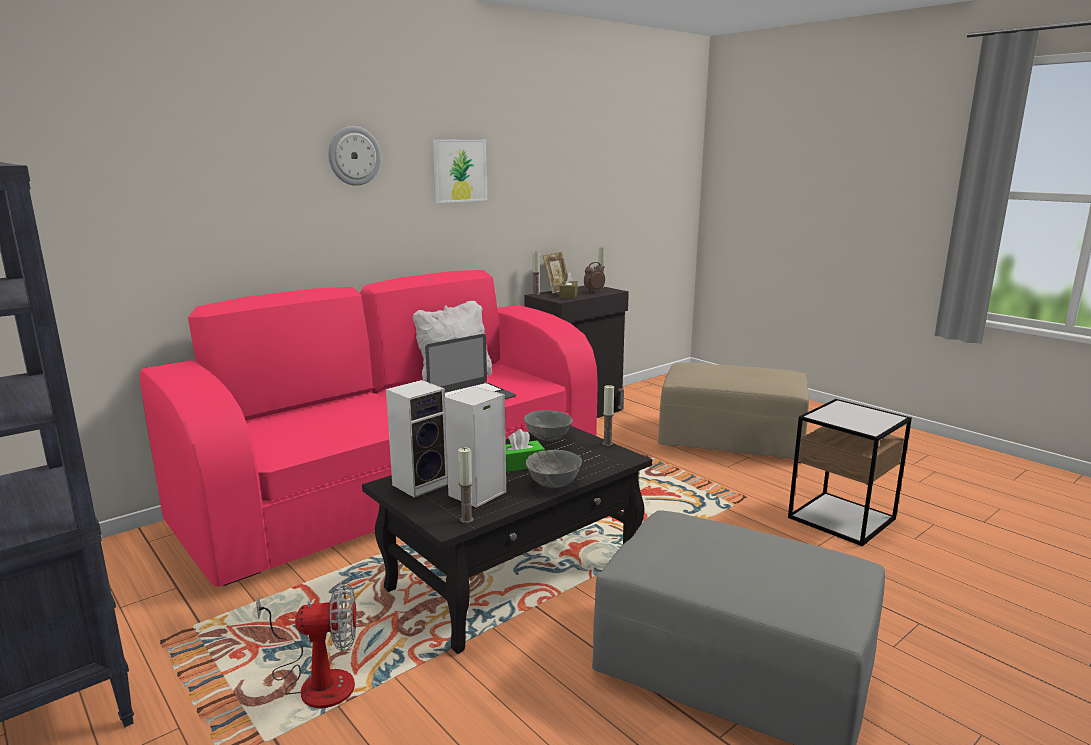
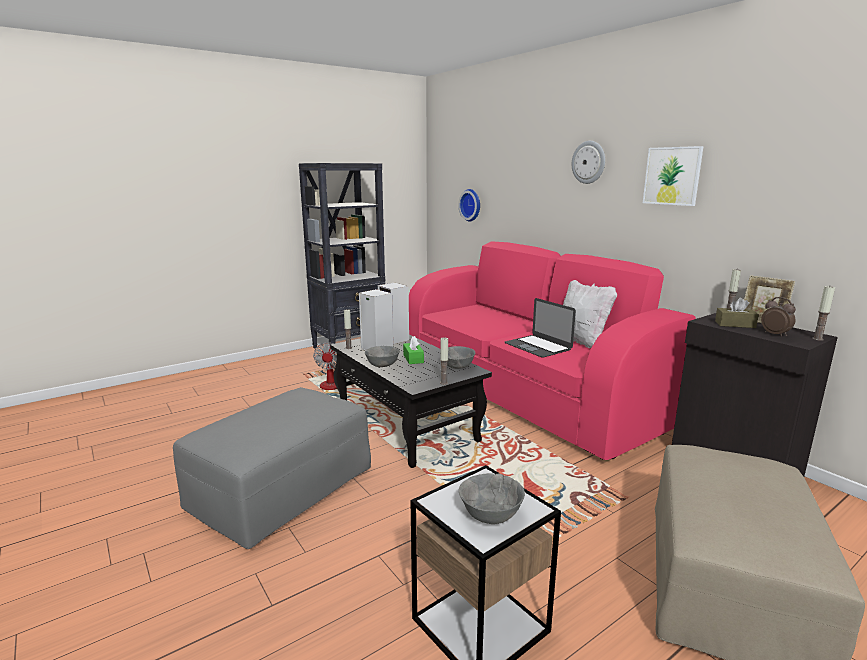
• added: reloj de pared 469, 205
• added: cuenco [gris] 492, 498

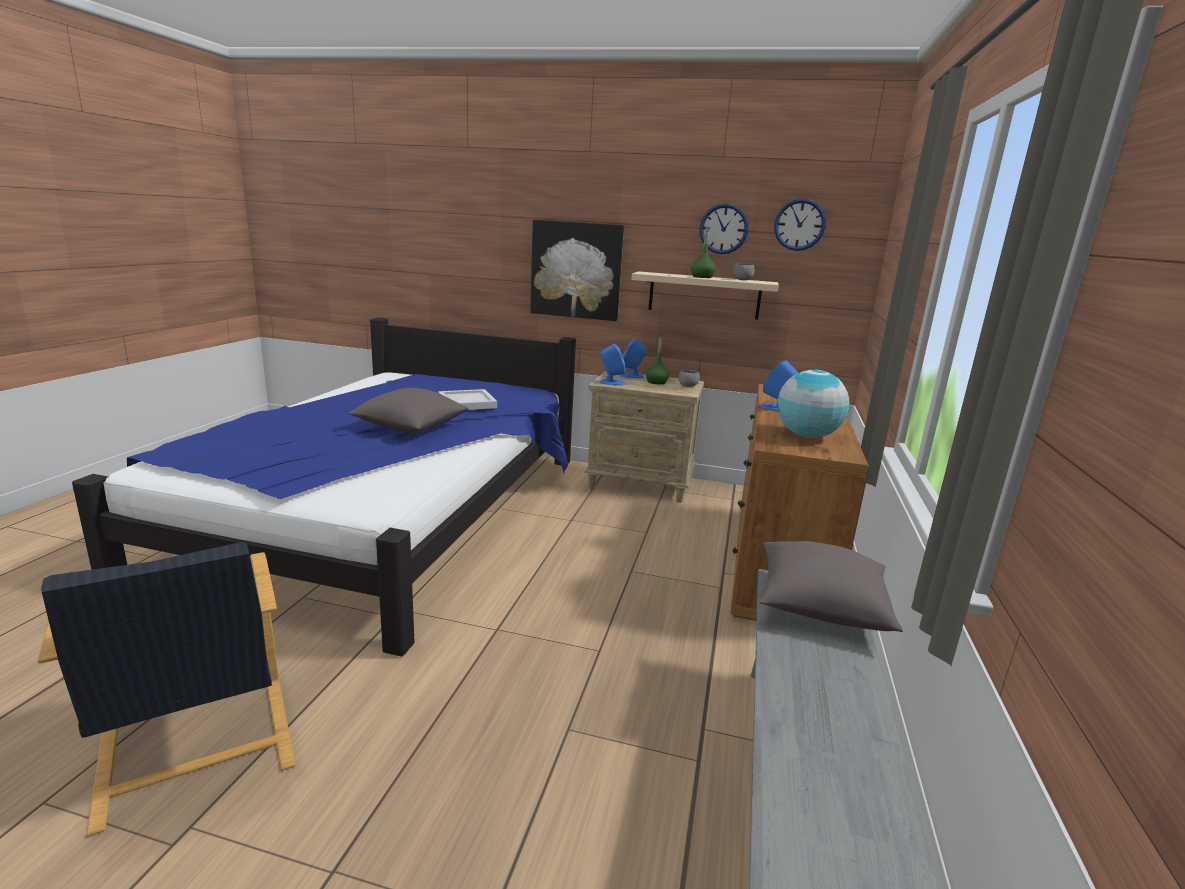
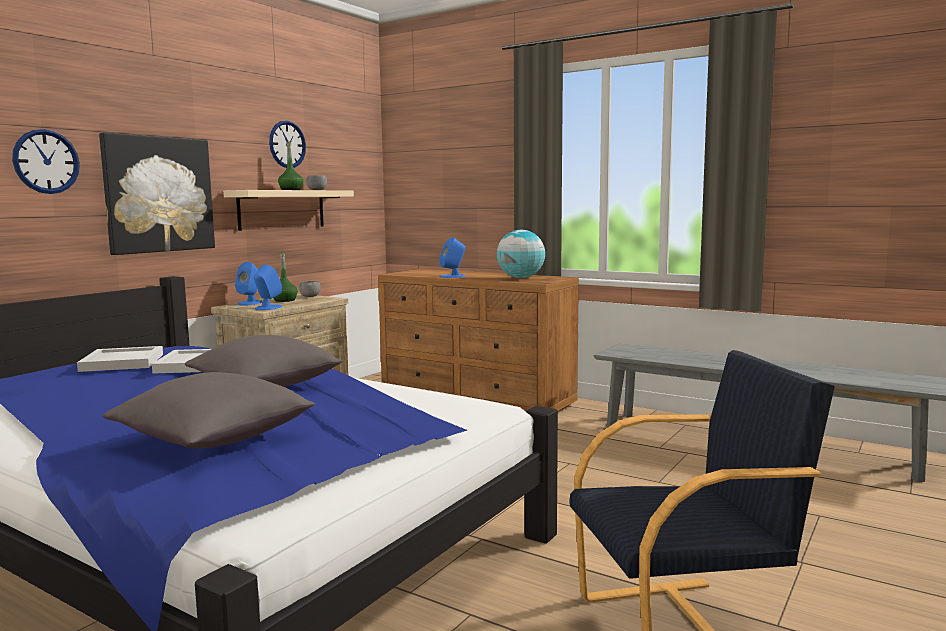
• added: bandeja [blanco] 120, 359
• moved: cojín [gris] 831, 586 to 209, 410
• moved: reloj de pared 800, 225 to 46, 161

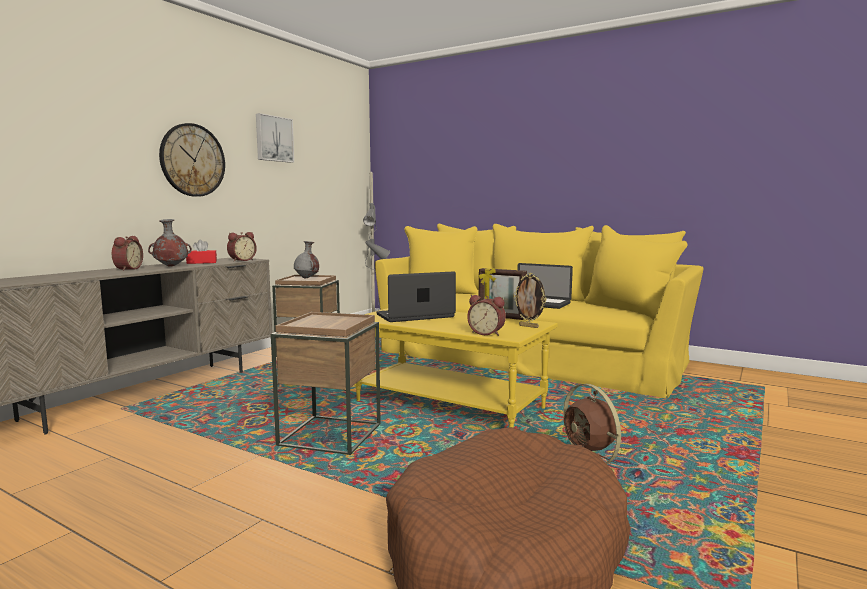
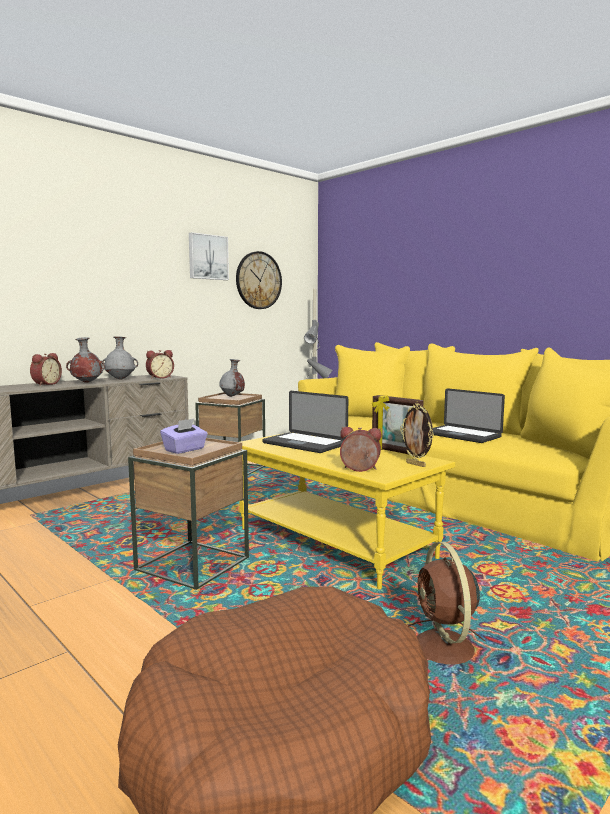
• added: caja de pañuelos [morado] 184, 436
• moved: reloj de pared 192, 160 to 259, 280
• replaced: caja de pañuelos [rojo] 201, 252 to florero [gris] 120, 358
• turned: portátil 416, 297 = 305, 422 135 degrees counterclockwise
• turned: despertador 486, 315 = 360, 449 150 degrees clockwise

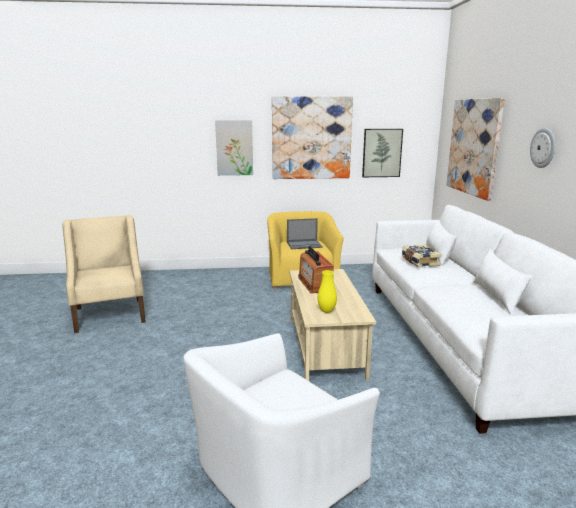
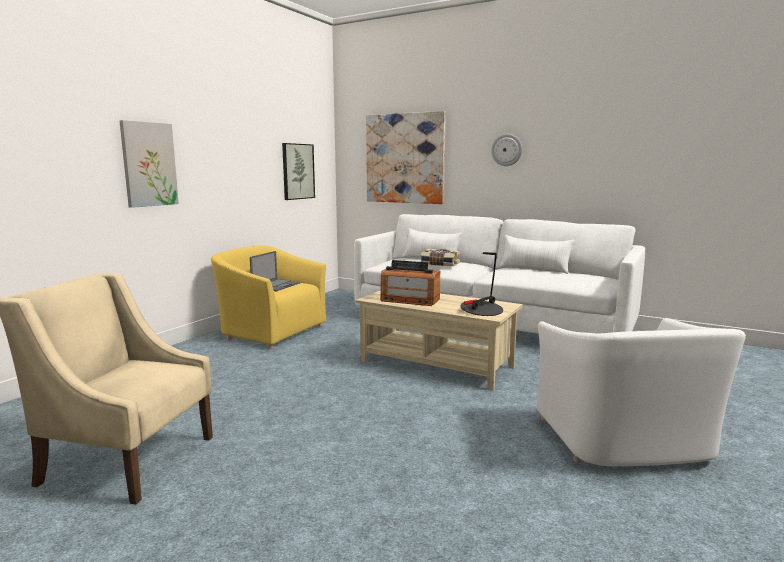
• removed: cuadro 312, 137
• replaced: florero [amarillo] 327, 291 to lámpara de mesa 481, 284

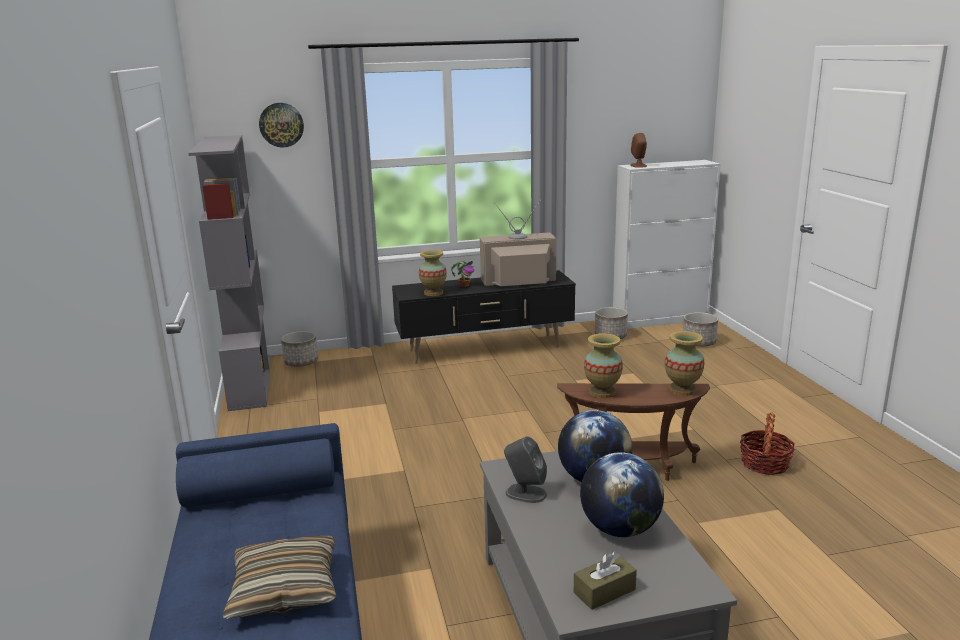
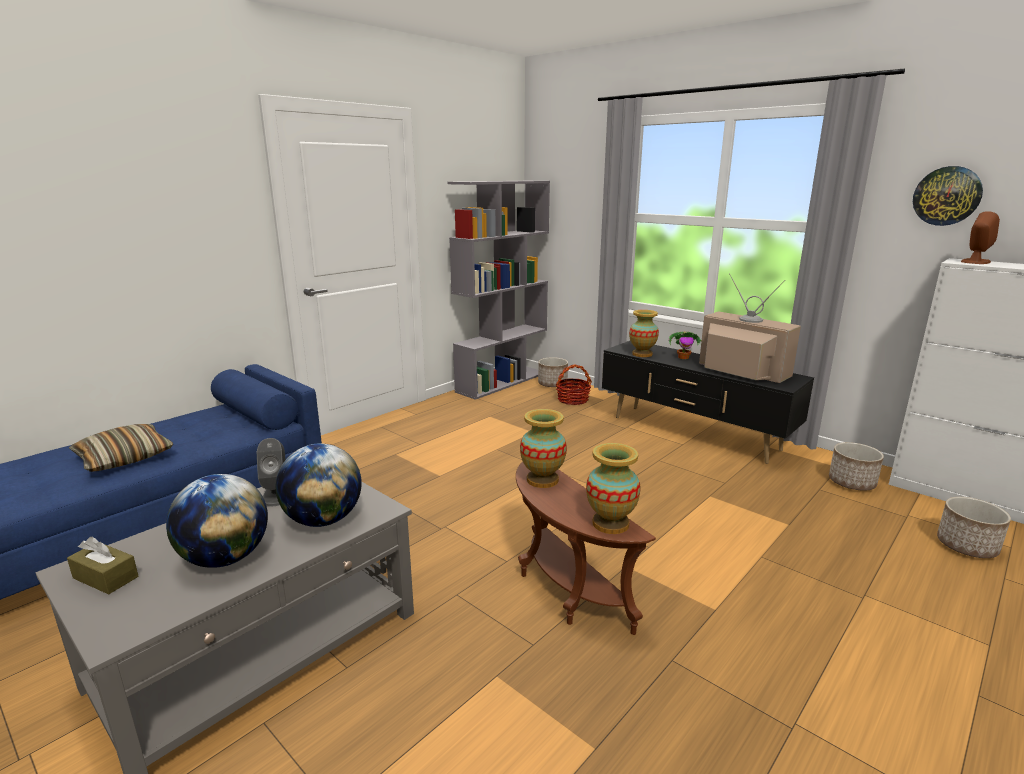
• moved: reloj de pared 281, 125 to 948, 196
• moved: cesta 767, 443 to 574, 384

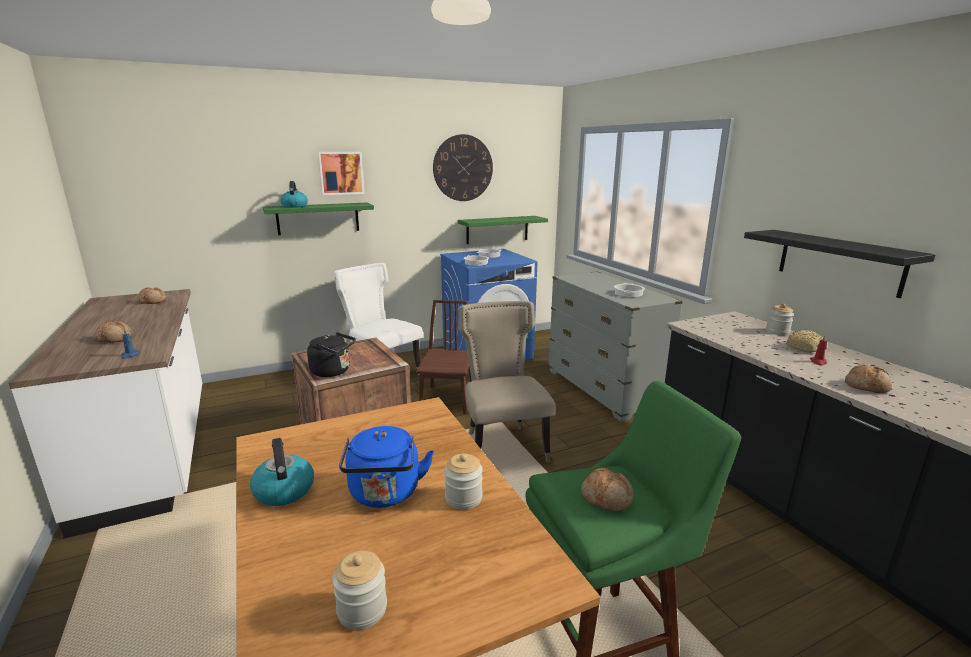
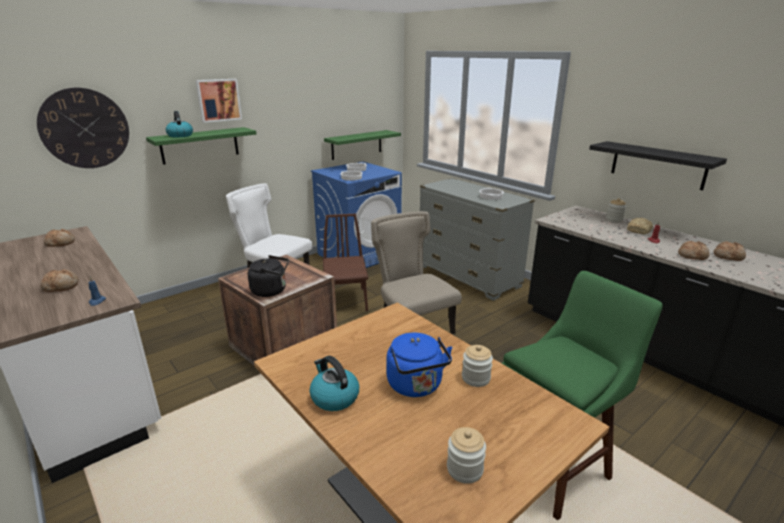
• moved: reloj de pared 463, 167 to 83, 127
• moved: pan 607, 490 to 730, 251

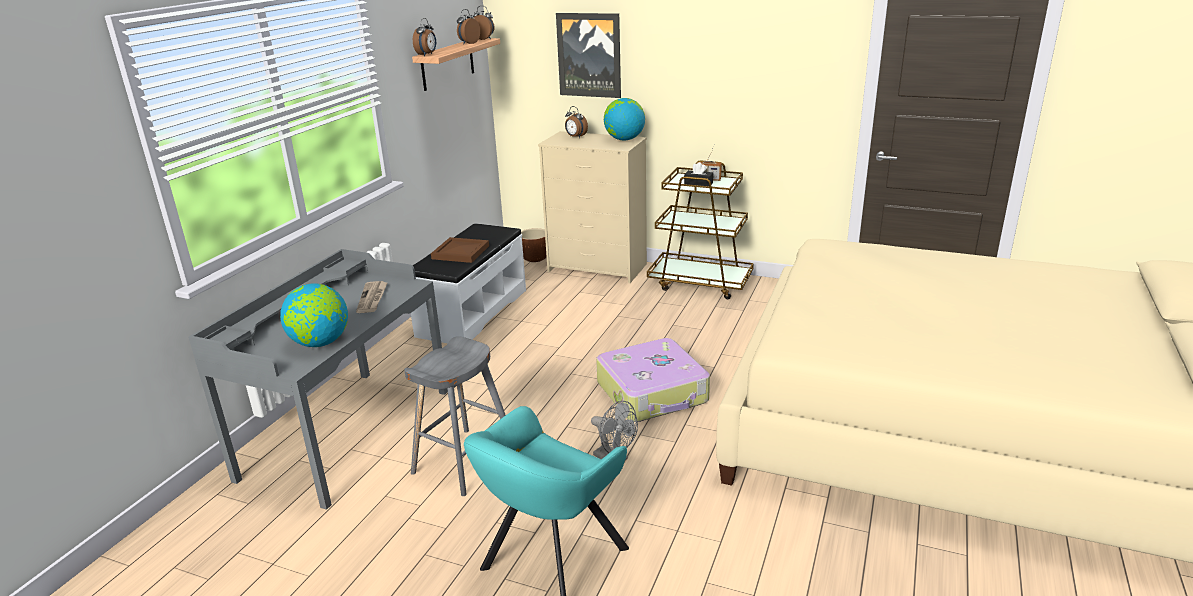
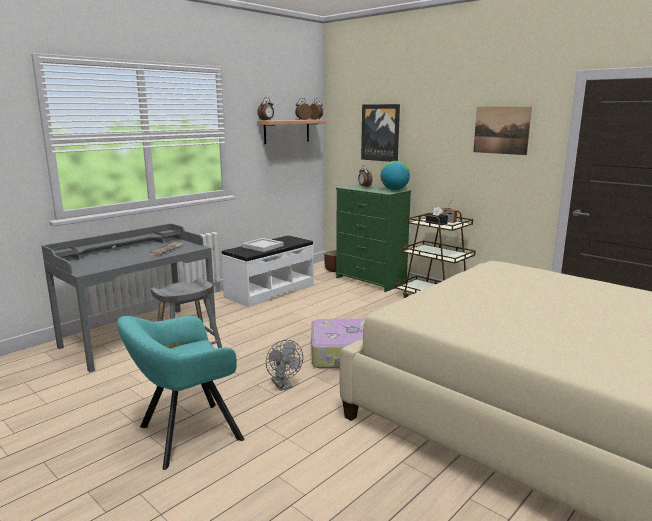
• removed: globo terráqueo 314, 315
• added: cuadro 502, 131
• recoloured: bandeja [marrón] 460, 250 to bandeja [blanco] 263, 245
• recoloured: cómoda [beis] 592, 207 to cómoda [verde] 373, 238

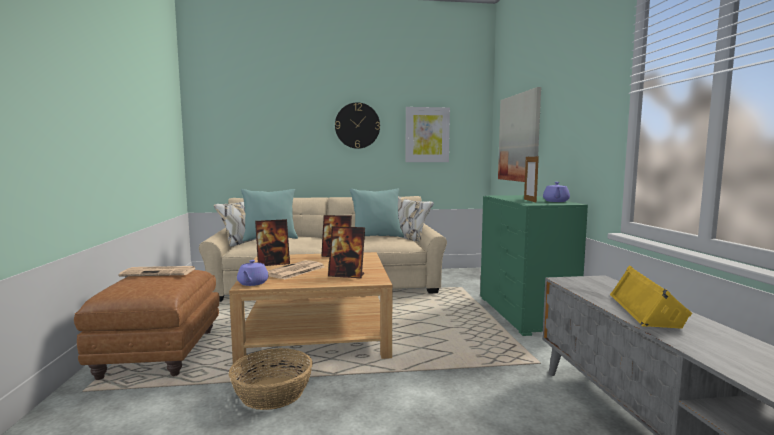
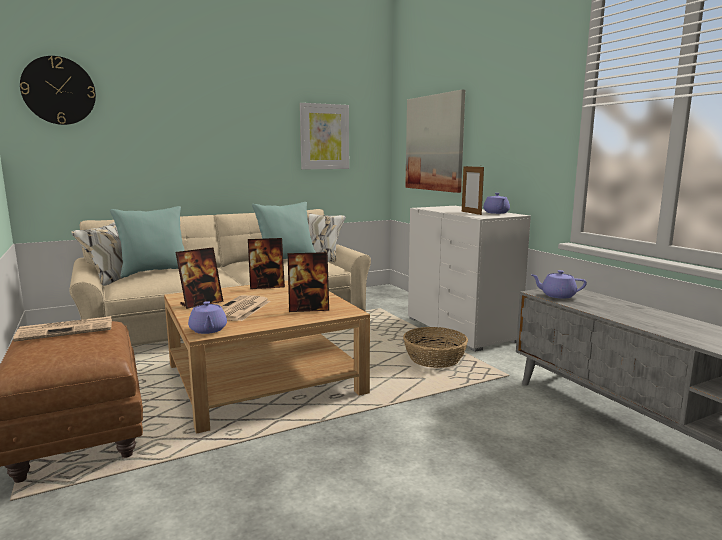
• removed: altavoz [amarillo] 651, 297
• added: tetera [morado] 559, 284
• moved: cesta 271, 379 to 435, 347
• moved: reloj de pared 357, 125 to 58, 90
• recoloured: cómoda [verde] 534, 265 to cómoda [blanco] 469, 279

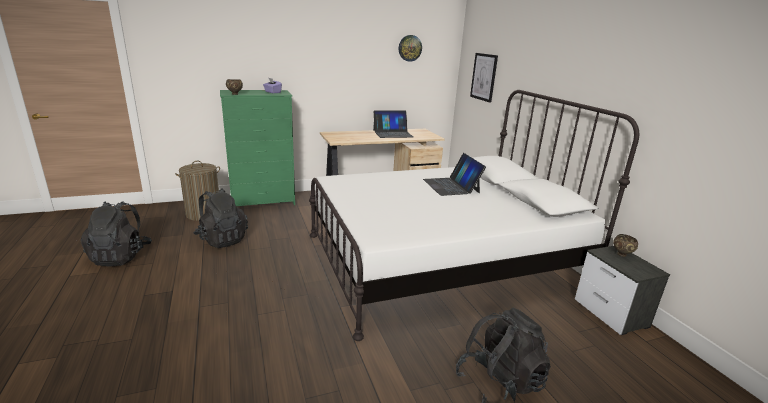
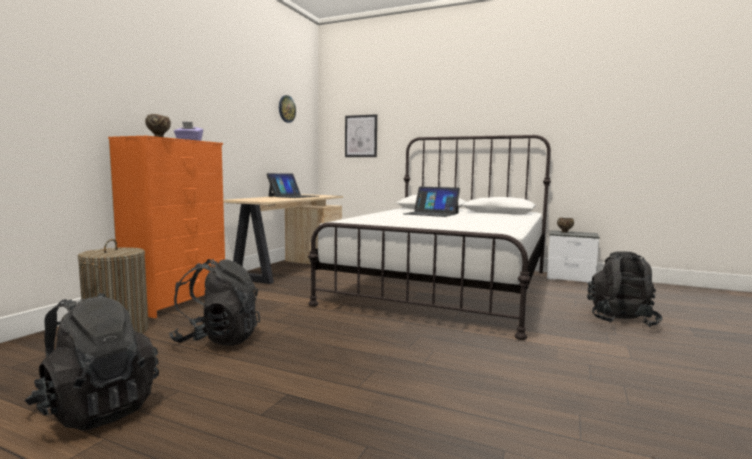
• recoloured: cómoda [verde] 257, 148 to cómoda [naranja] 166, 227

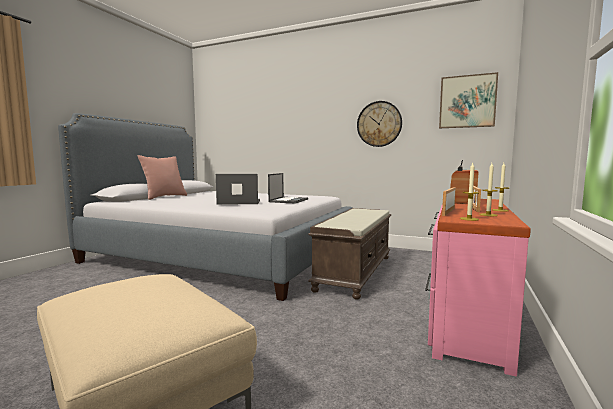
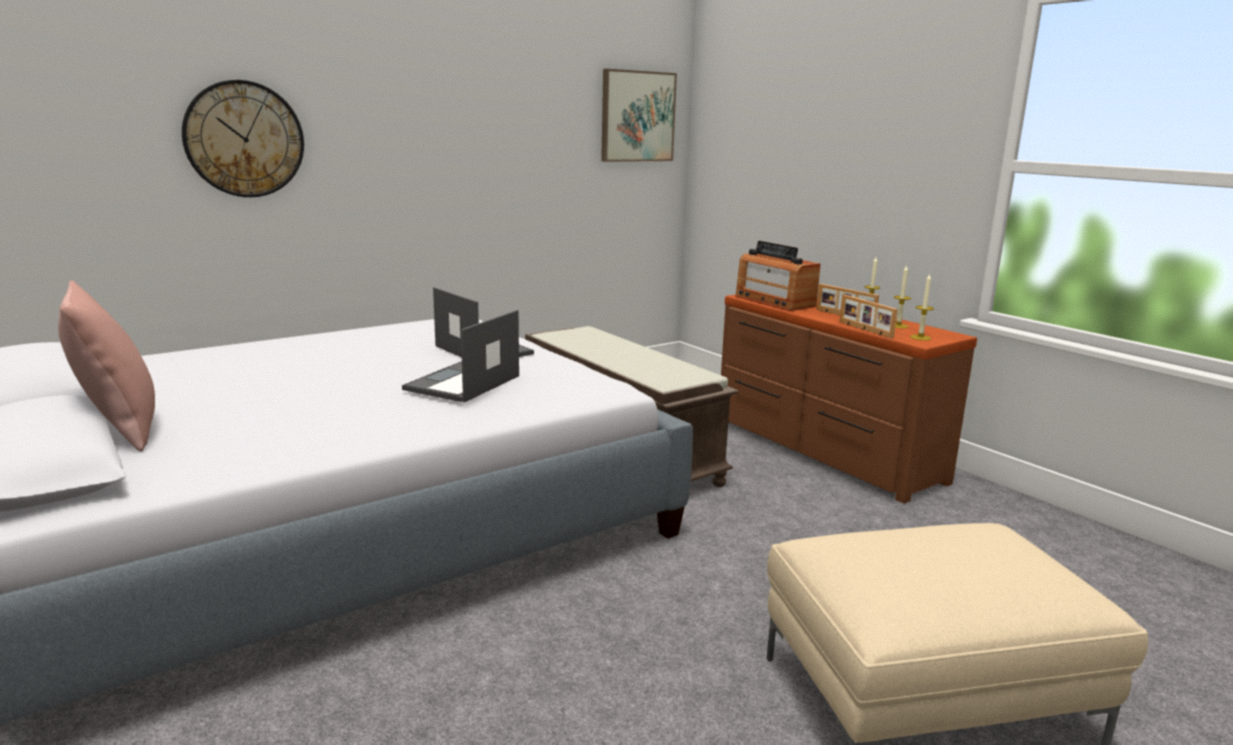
• moved: reloj de pared 379, 124 to 243, 138
• recoloured: cómoda [rosa] 478, 287 to cómoda [marrón] 849, 399

